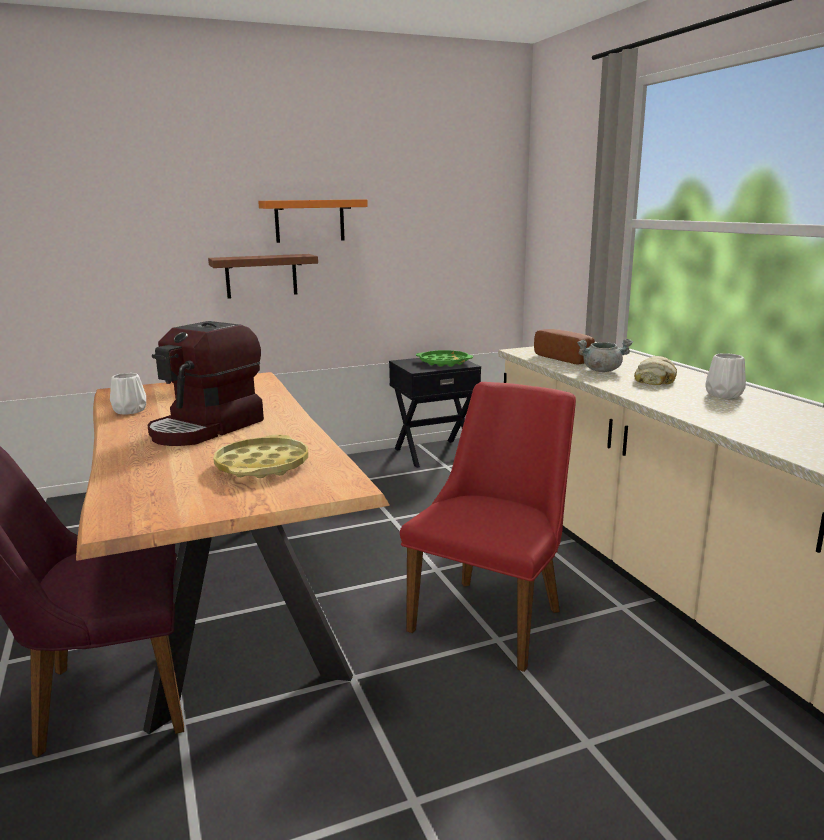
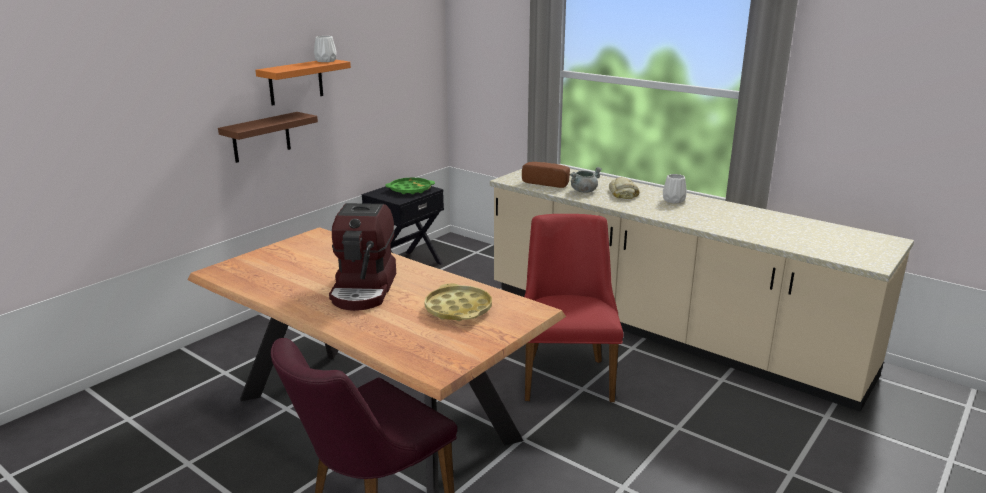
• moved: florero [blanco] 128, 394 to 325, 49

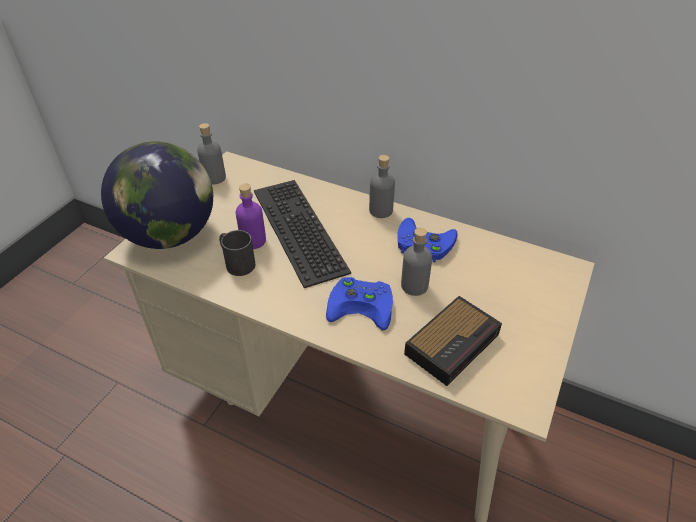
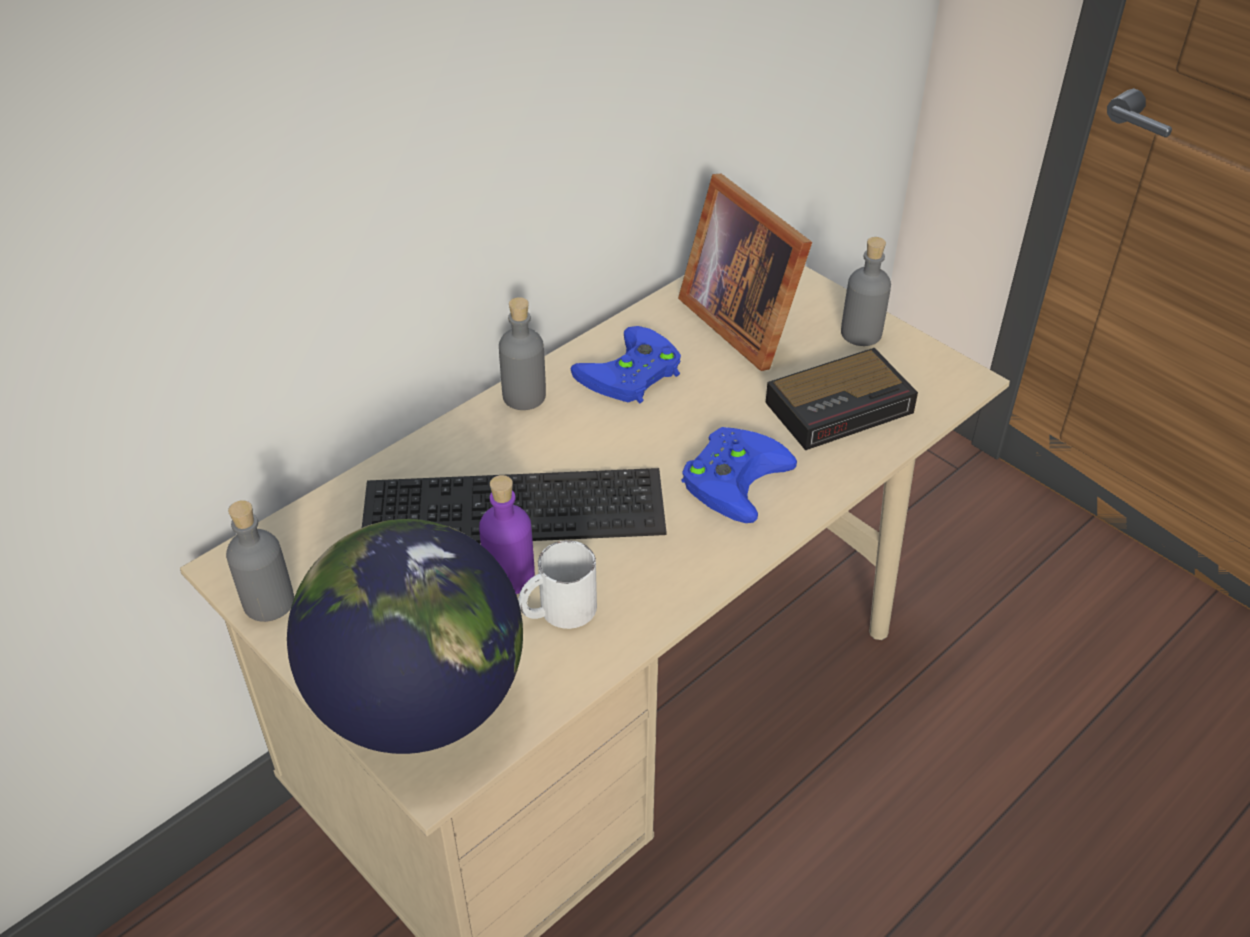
• added: portarretratos 745, 272
• moved: botella [gris] 416, 262 to 866, 291
• recoloured: taza grande [negro] 237, 253 to taza grande [blanco] 557, 584
• turned: despertador 453, 341 = 842, 399 90 degrees clockwise

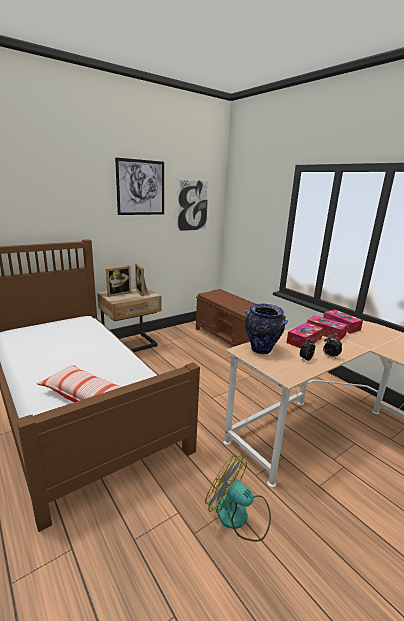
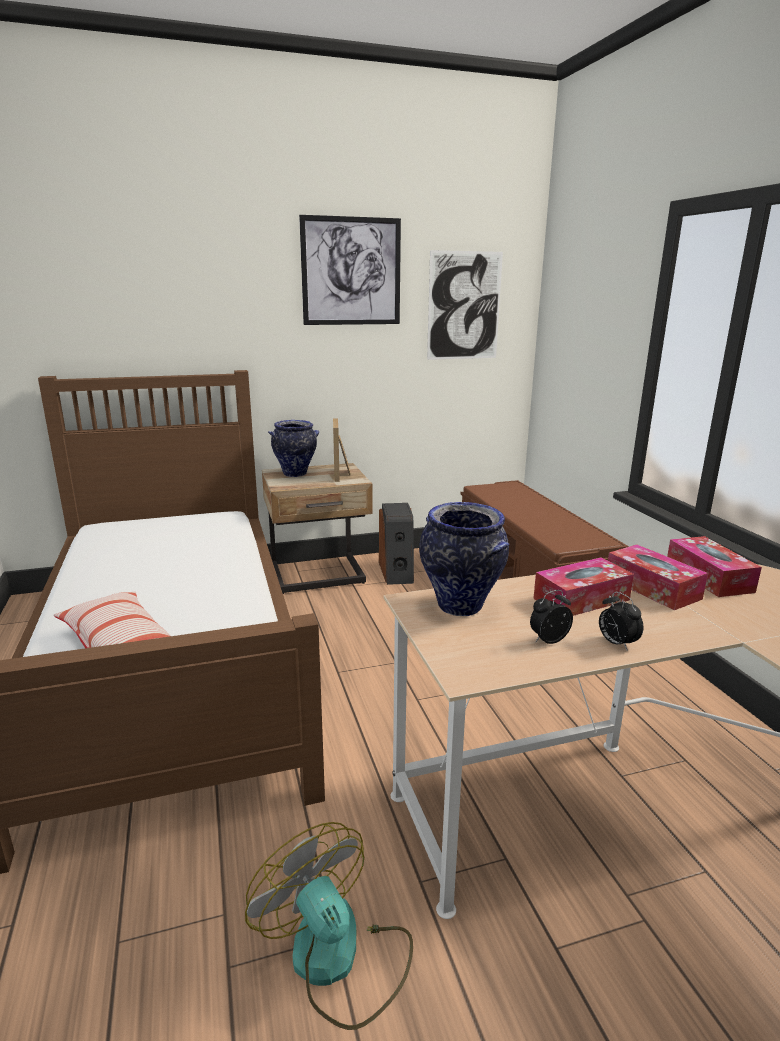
• added: altavoz 396, 544
• replaced: portarretratos 118, 281 to florero 293, 448

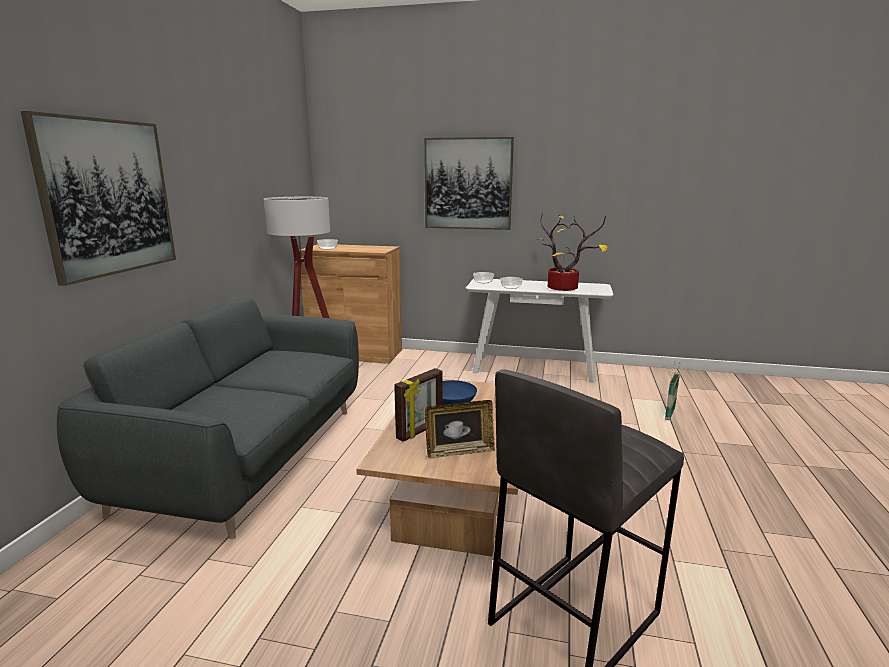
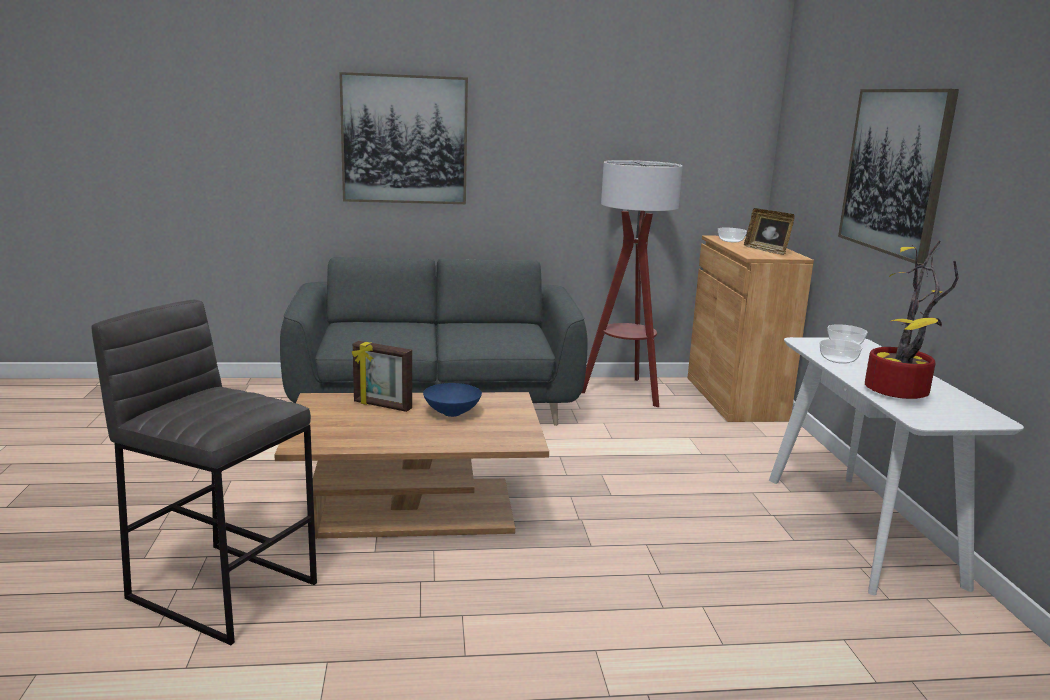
• removed: cesta 672, 391
• moved: portarretratos 460, 429 to 769, 231

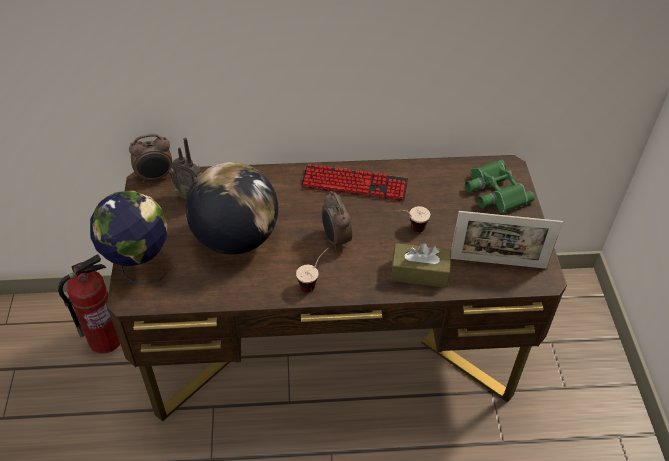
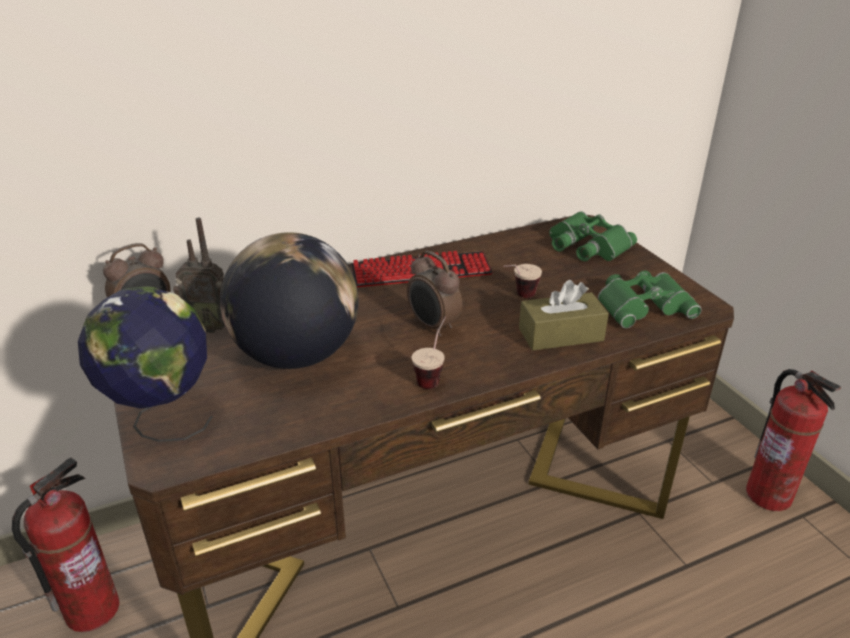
• added: extintor 793, 440
• replaced: portarretratos 507, 240 to prismáticos [verde] 649, 299

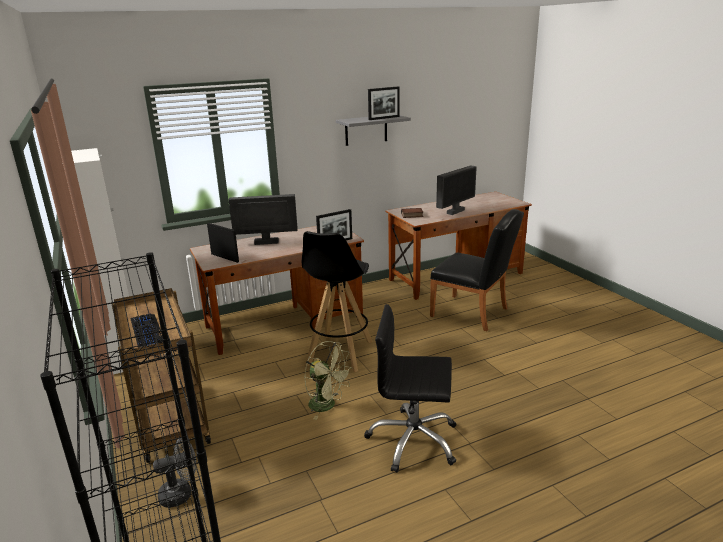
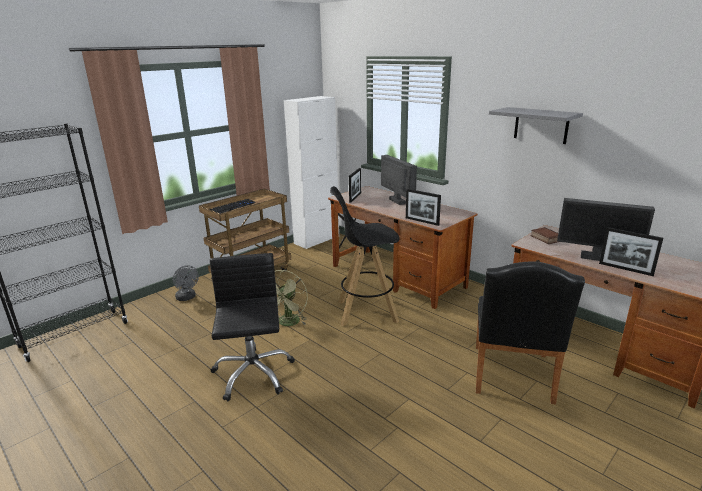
• moved: portarretratos 384, 103 to 631, 251

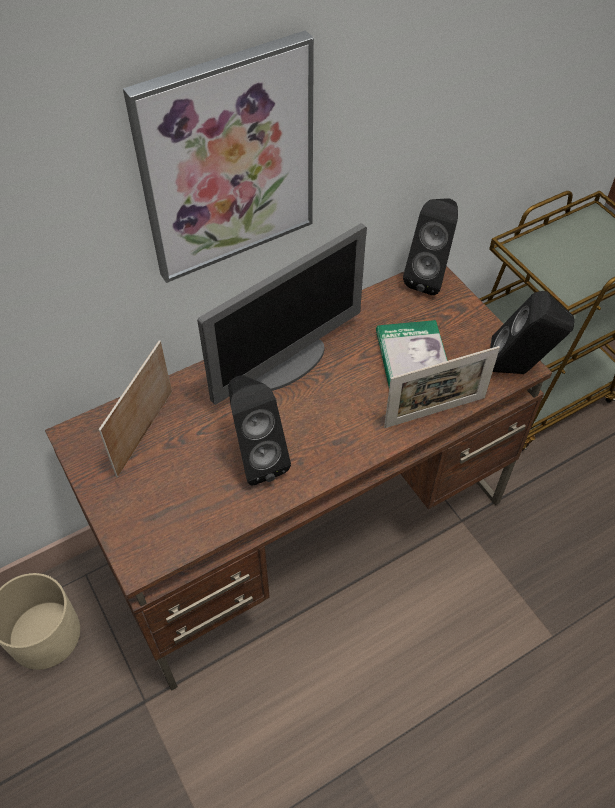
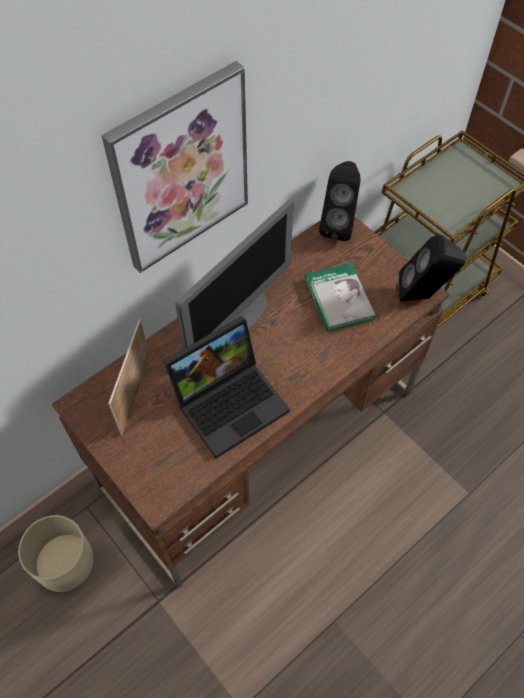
• removed: portarretratos 442, 387
• replaced: altavoz [negro] 259, 430 to portátil 226, 387

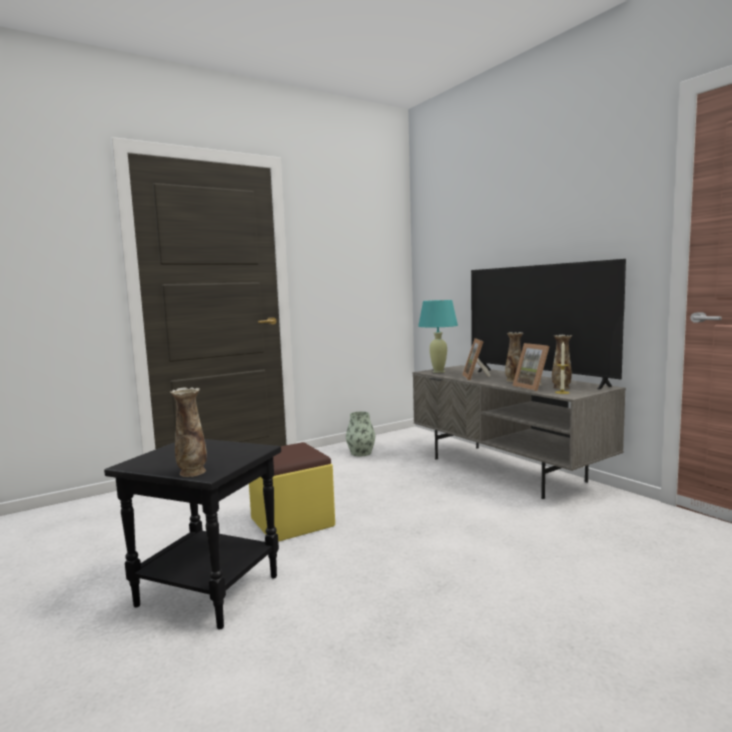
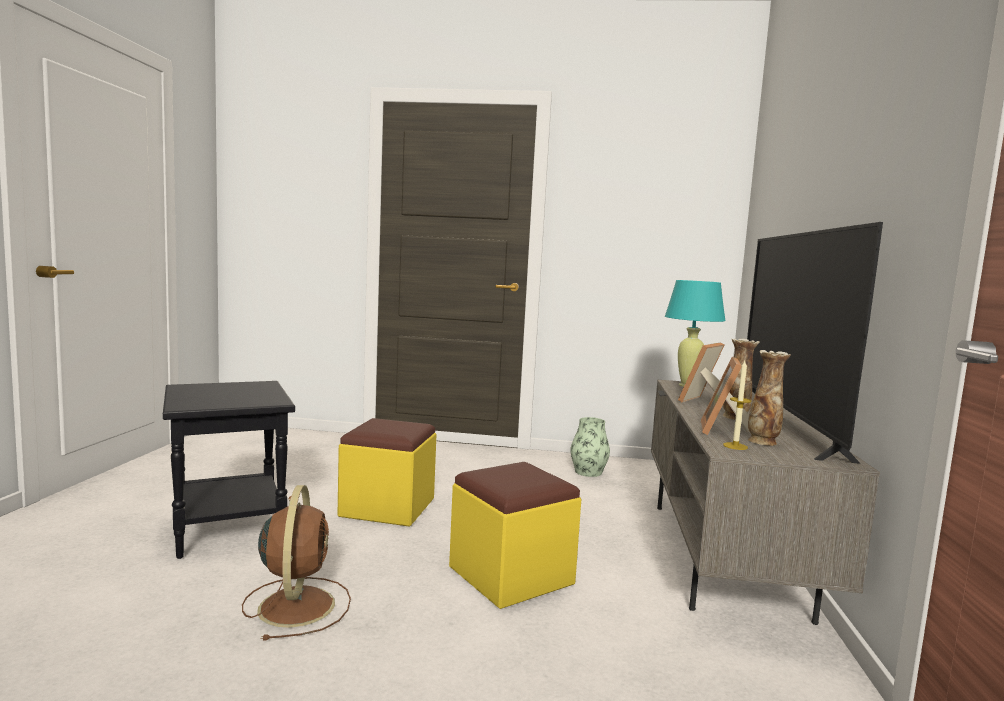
• removed: florero 188, 432
• added: ventilador [marrón] 296, 563
• added: puf [amarillo] 515, 535

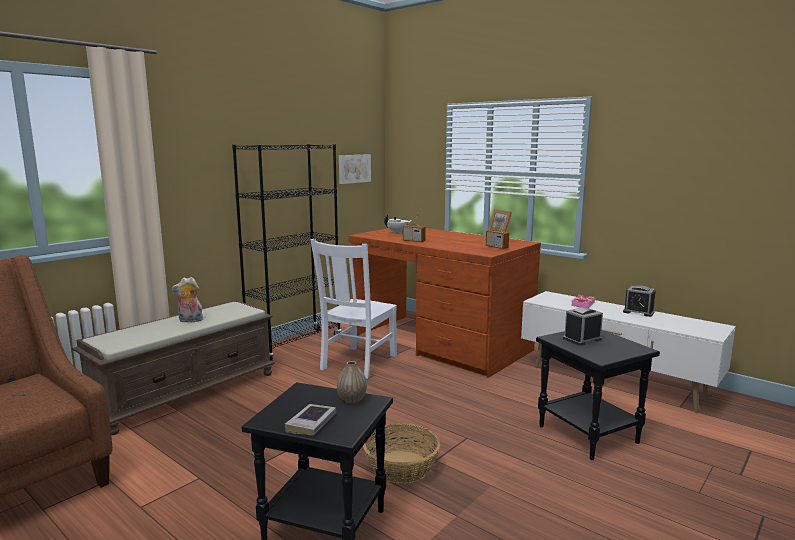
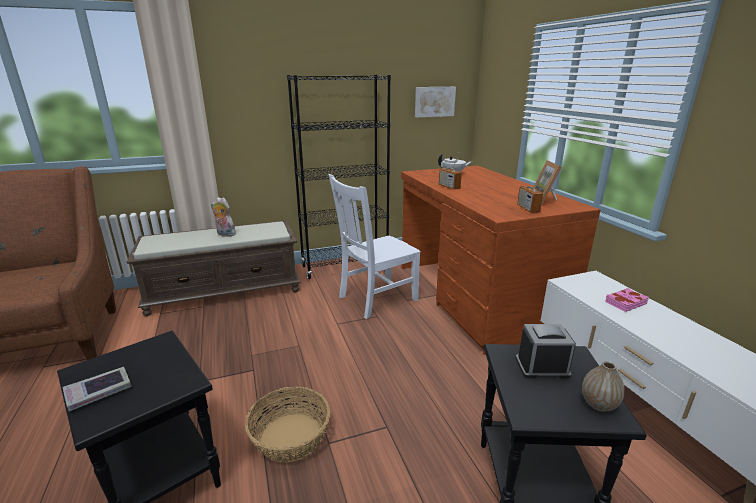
• removed: despertador 639, 301
• moved: florero 352, 382 to 603, 386

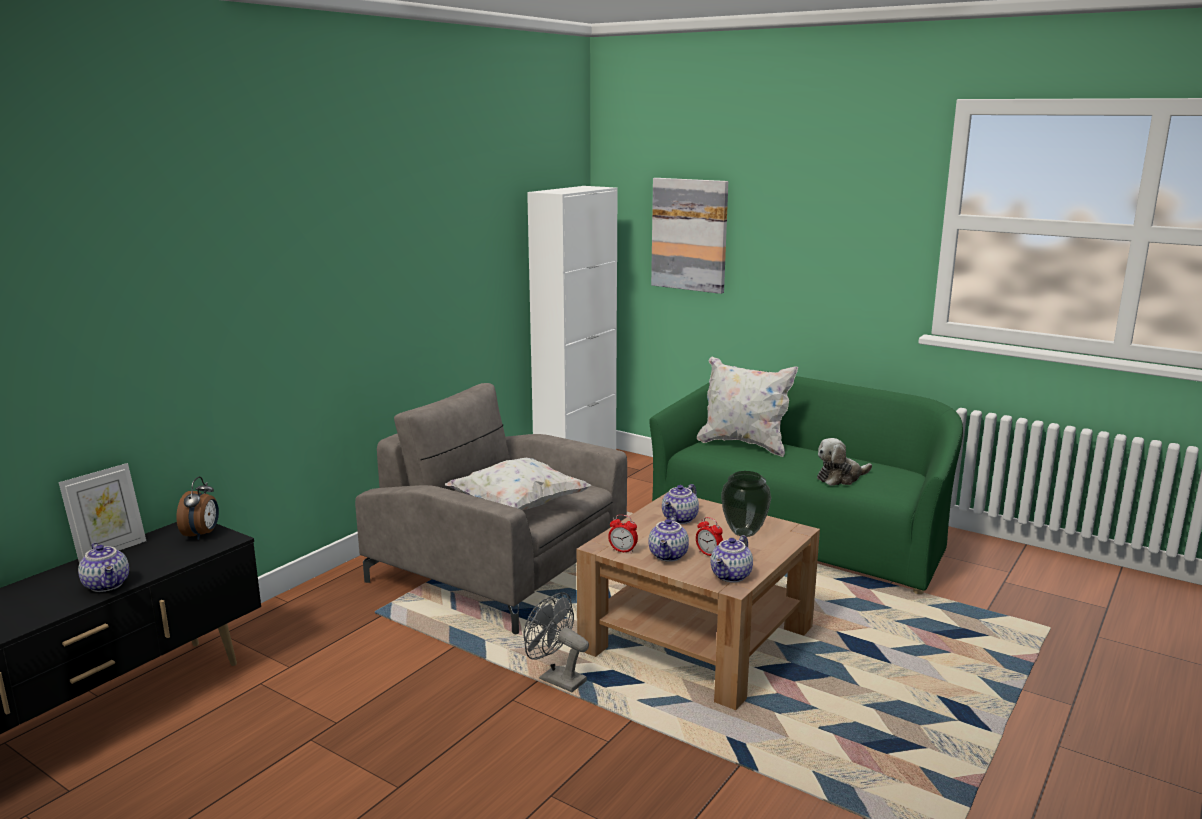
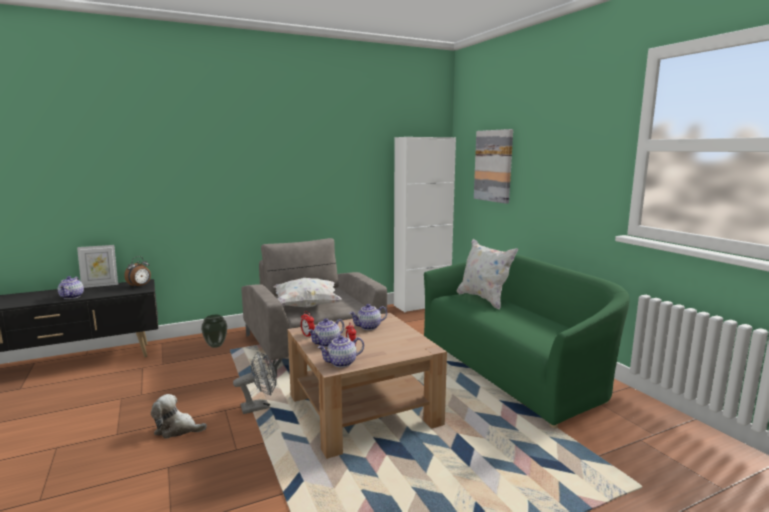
• moved: florero 746, 504 to 214, 331
• moved: peluche 844, 462 to 179, 416
• turned: ventilador [gris] 556, 642 = 255, 382 90 degrees clockwise

